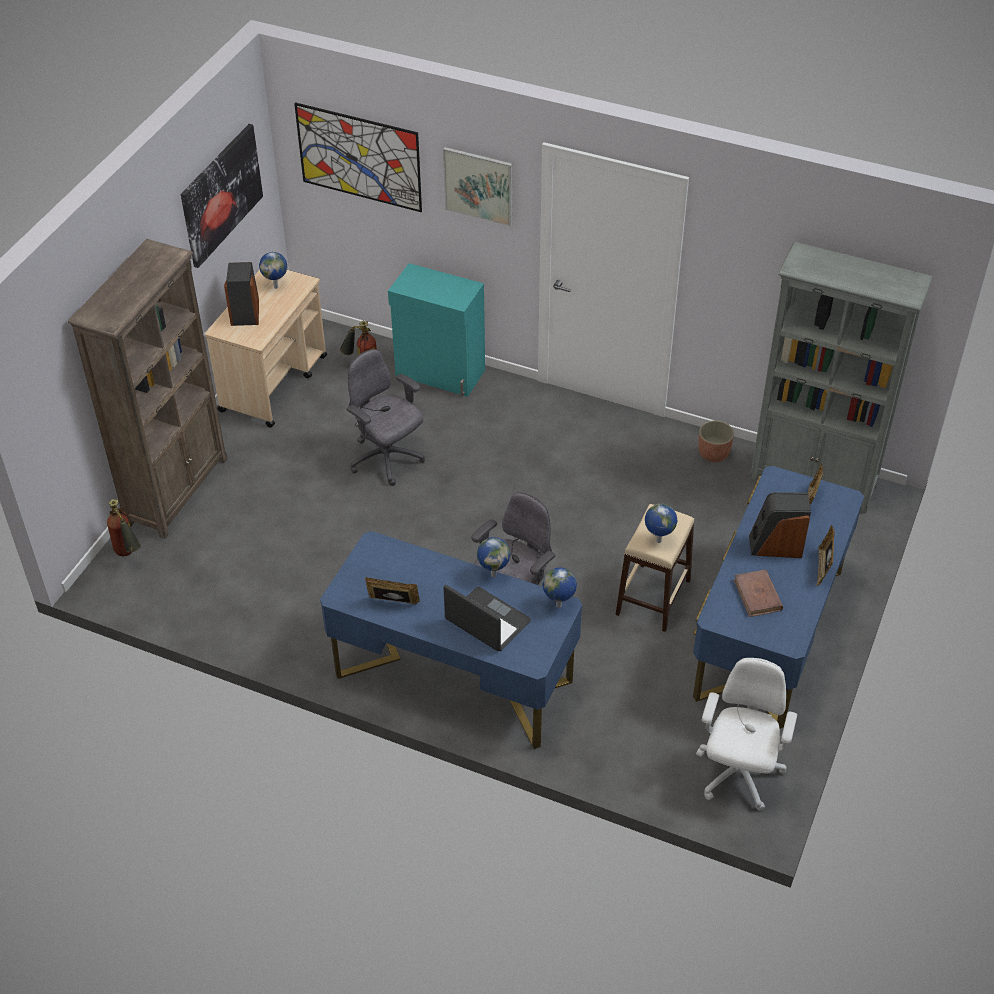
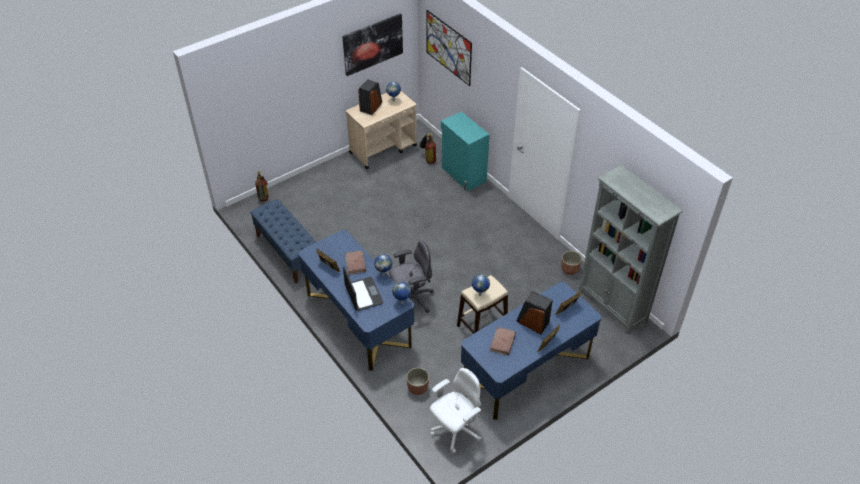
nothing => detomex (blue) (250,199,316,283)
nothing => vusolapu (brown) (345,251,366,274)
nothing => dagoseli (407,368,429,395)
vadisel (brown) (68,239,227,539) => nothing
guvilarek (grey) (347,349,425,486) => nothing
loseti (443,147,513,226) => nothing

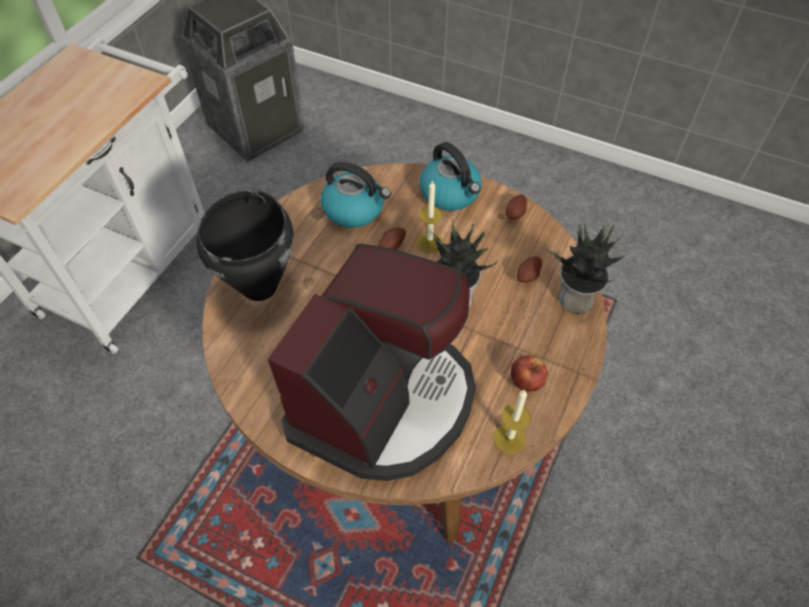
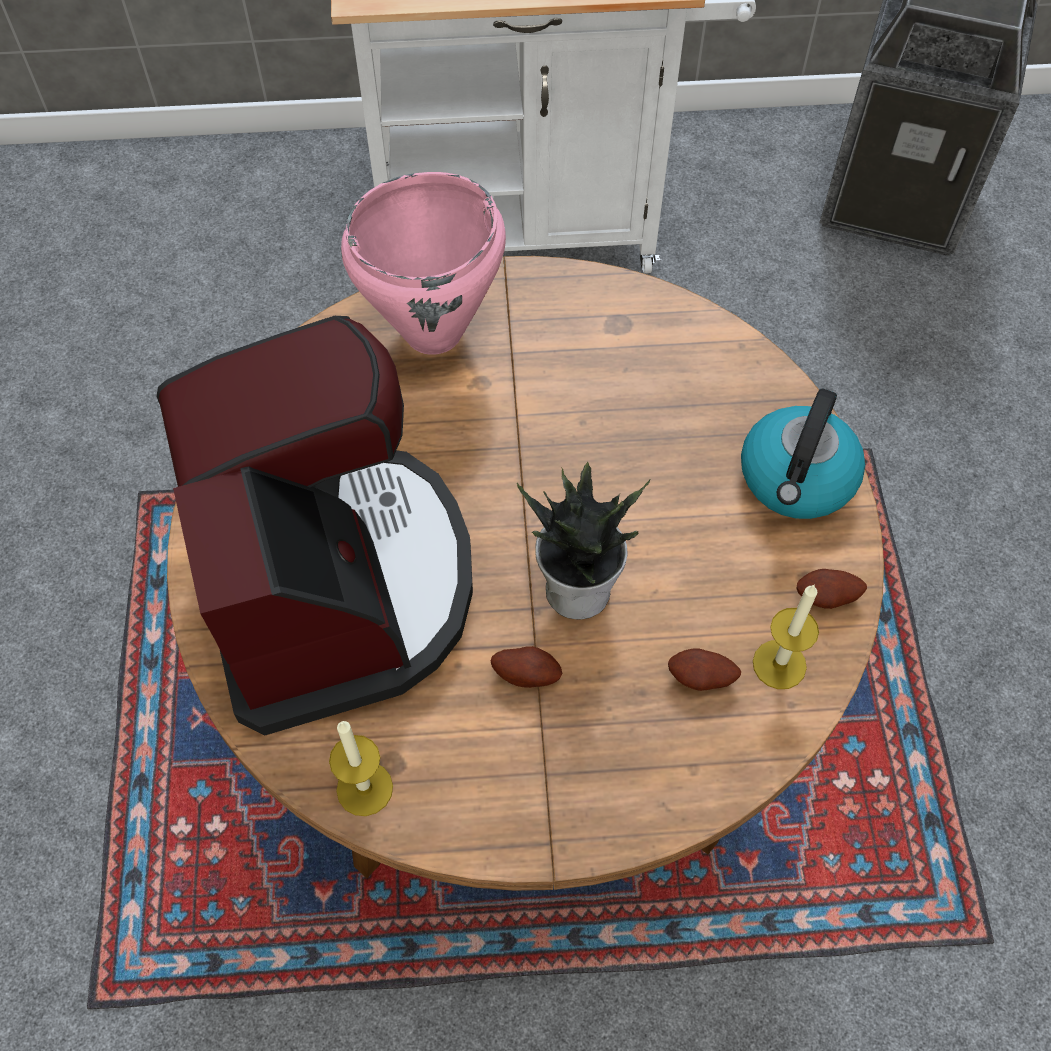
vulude (268,244,476,481) => vulude (157,316,473,736), 105 degrees counterclockwise
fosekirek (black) (197,189,294,301) => fosekirek (pink) (341,172,506,355)
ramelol (378,228,406,250) => ramelol (491,646,562,688), moved
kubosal (416,180,443,253) => kubosal (753,584,819,689), moved
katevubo (321,162,391,228) => nothing
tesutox (511,355,548,392) => nothing
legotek (545,223,625,315) => nothing

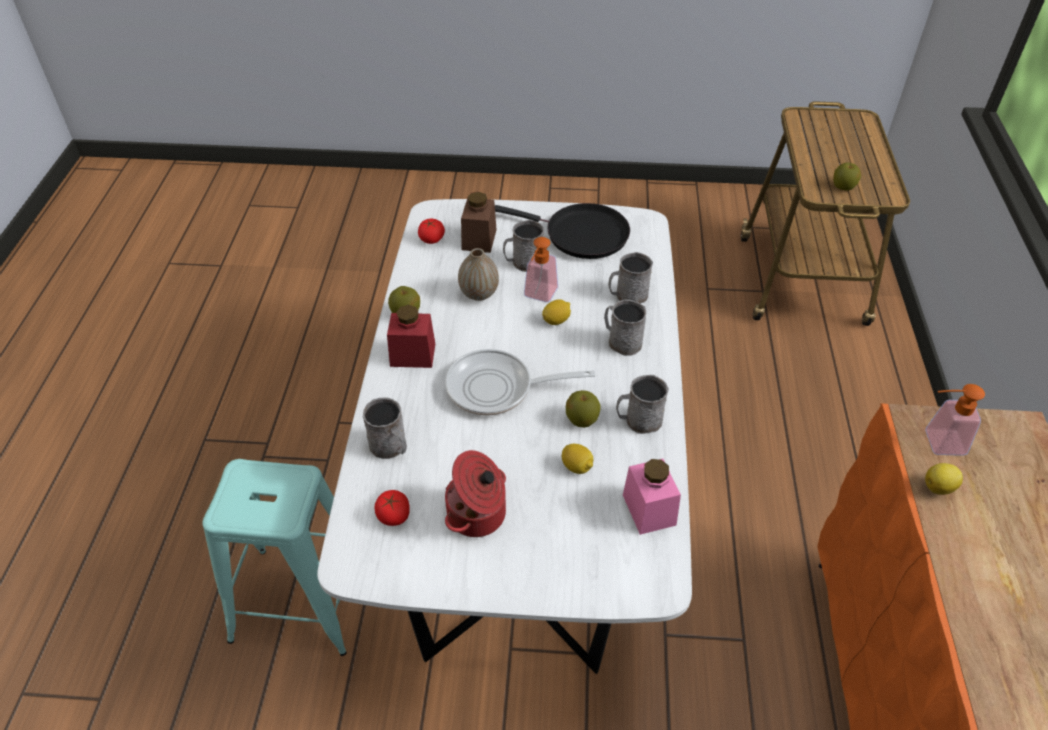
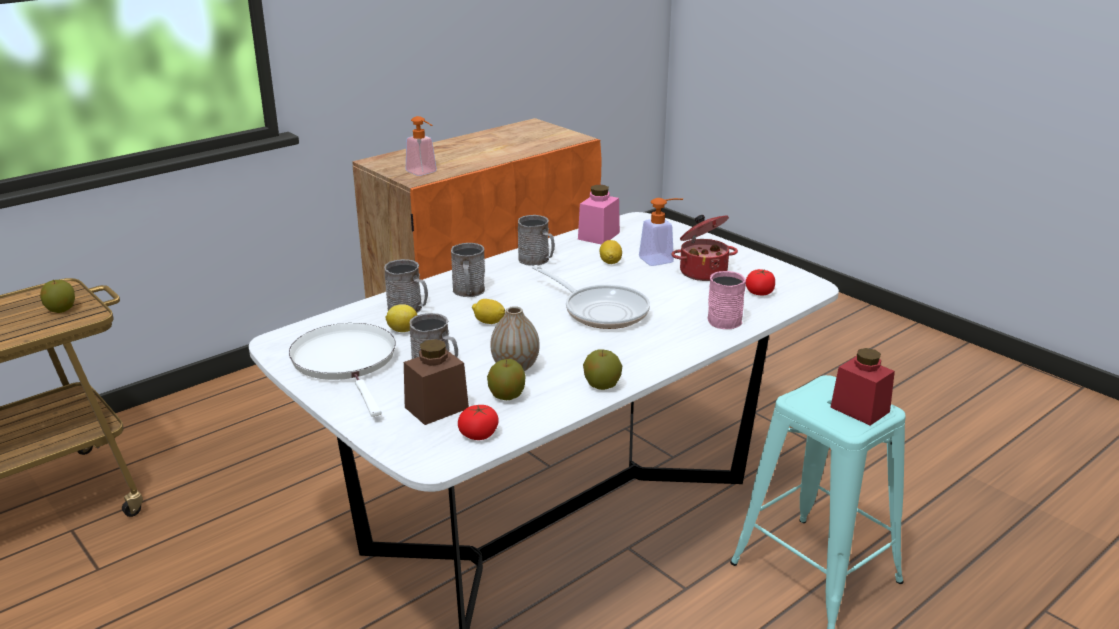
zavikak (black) (495,203,630,259) => zavikak (white) (289,323,396,417)
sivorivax (925,463,963,495) => sivorivax (386,304,417,332), moved
tesutox (566,390,601,428) => tesutox (487,359,526,400), moved
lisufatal (524,237,558,302) => lisufatal (639,198,683,266), moved
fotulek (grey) (363,398,407,459) => fotulek (pink) (708,271,746,329)
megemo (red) (387,305,435,368) => megemo (red) (830,348,895,426), moved

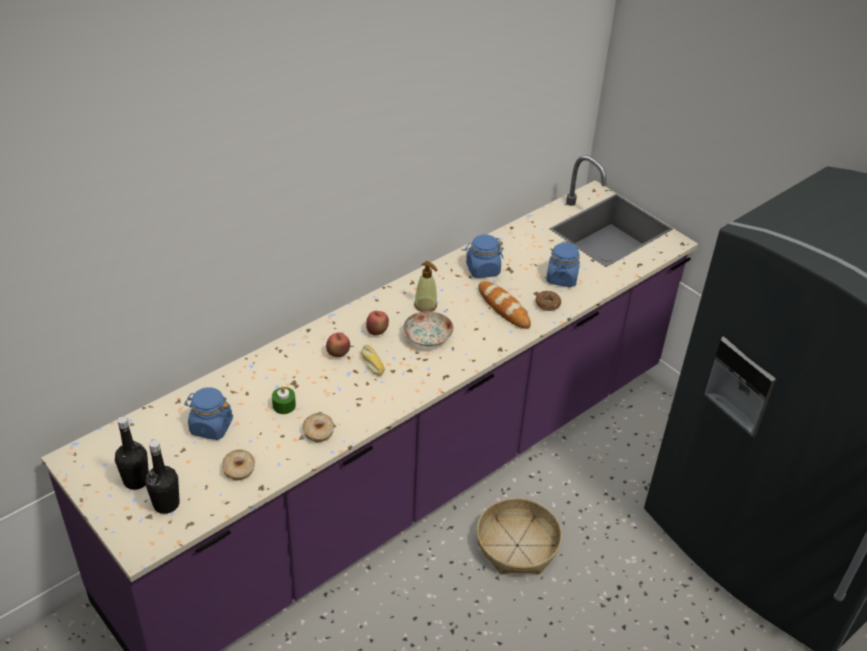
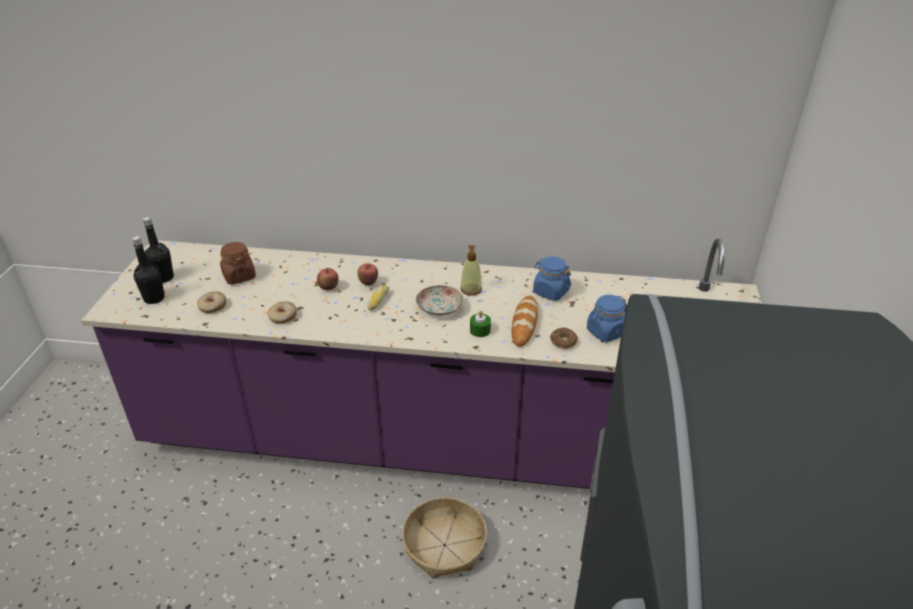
megemo (blue) (184,387,233,440) => megemo (brown) (220,242,256,285)
tesutox (366,311,389,335) => tesutox (317,268,339,290), moved
kubosal (green) (272,386,296,414) => kubosal (green) (470,311,491,337), moved

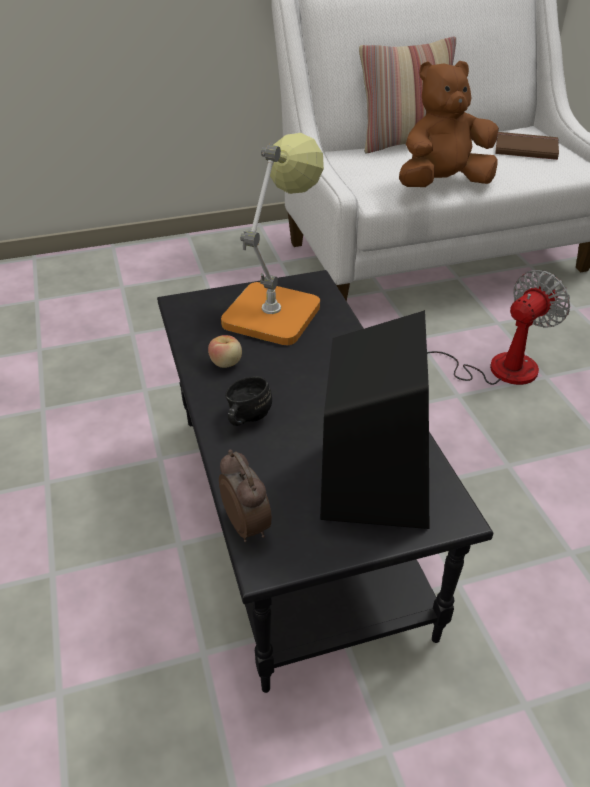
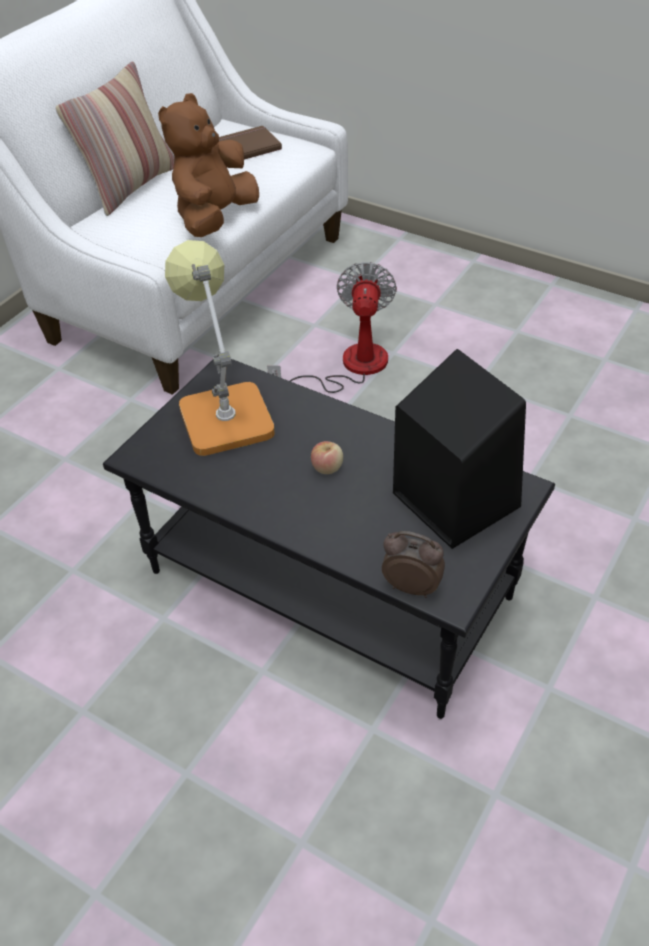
tesutox (208,335,242,368) => tesutox (311,441,343,474), moved
fotulek (black) (225,376,272,426) => nothing

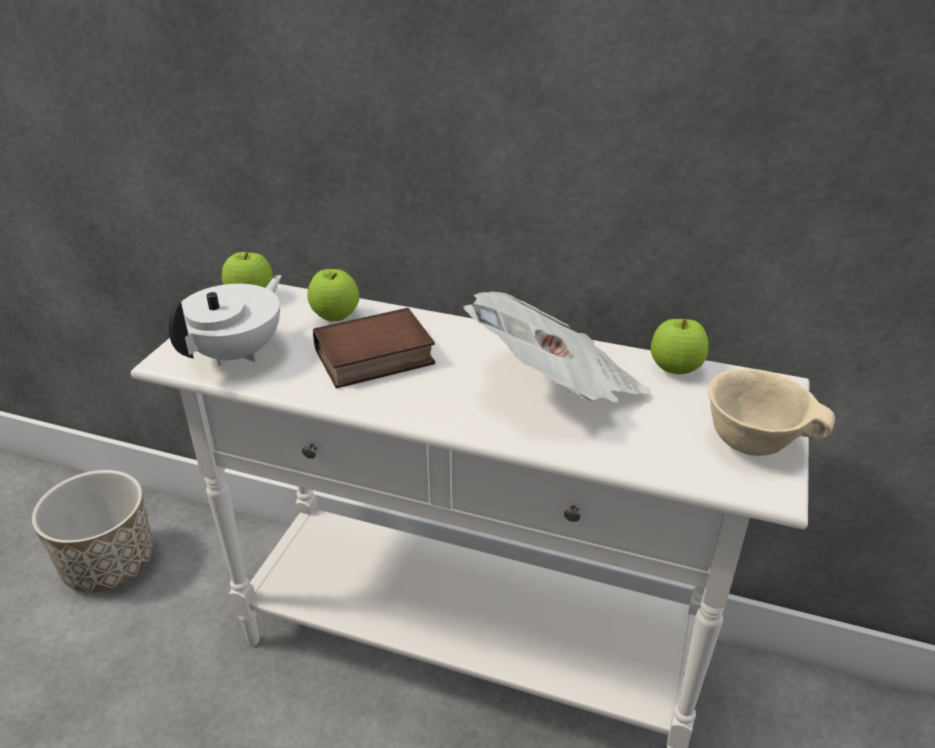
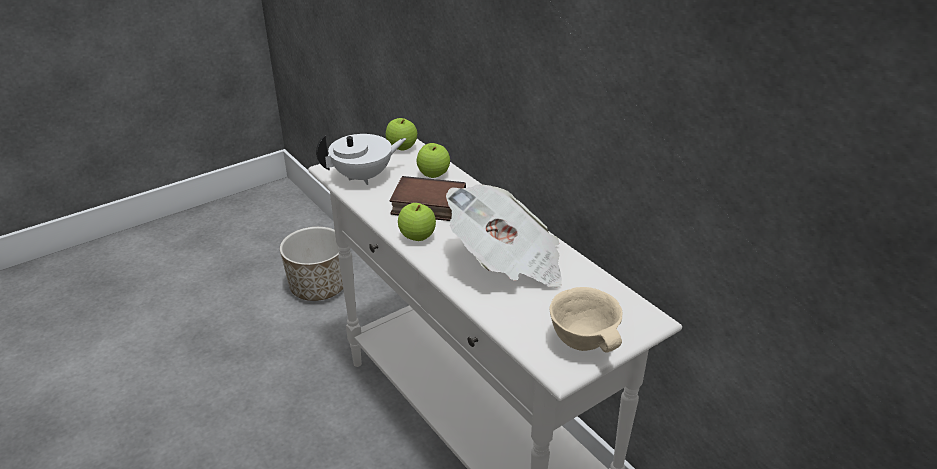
tesutox (651,319,709,374) => tesutox (398,203,436,241), moved

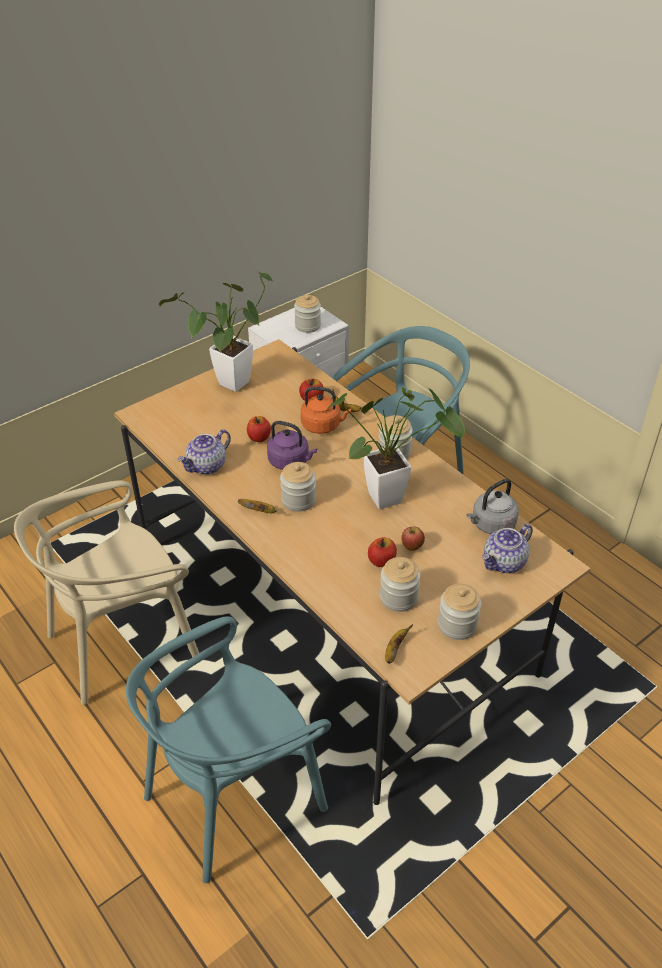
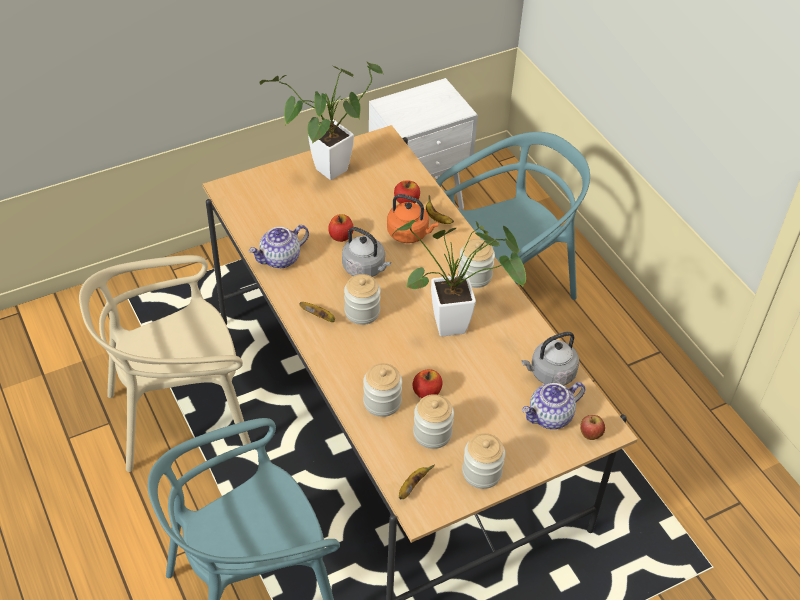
katevubo (purple) (267,421,317,470) => katevubo (grey) (342,227,391,277)
megemo (294,295,321,333) => megemo (363,363,402,417), moved
tesutox (401,527,425,551) => tesutox (580,415,605,440), moved

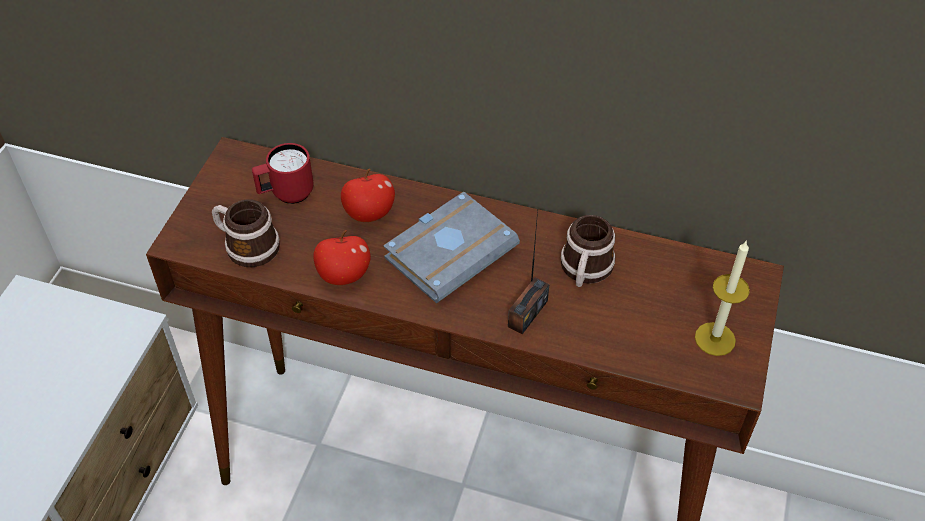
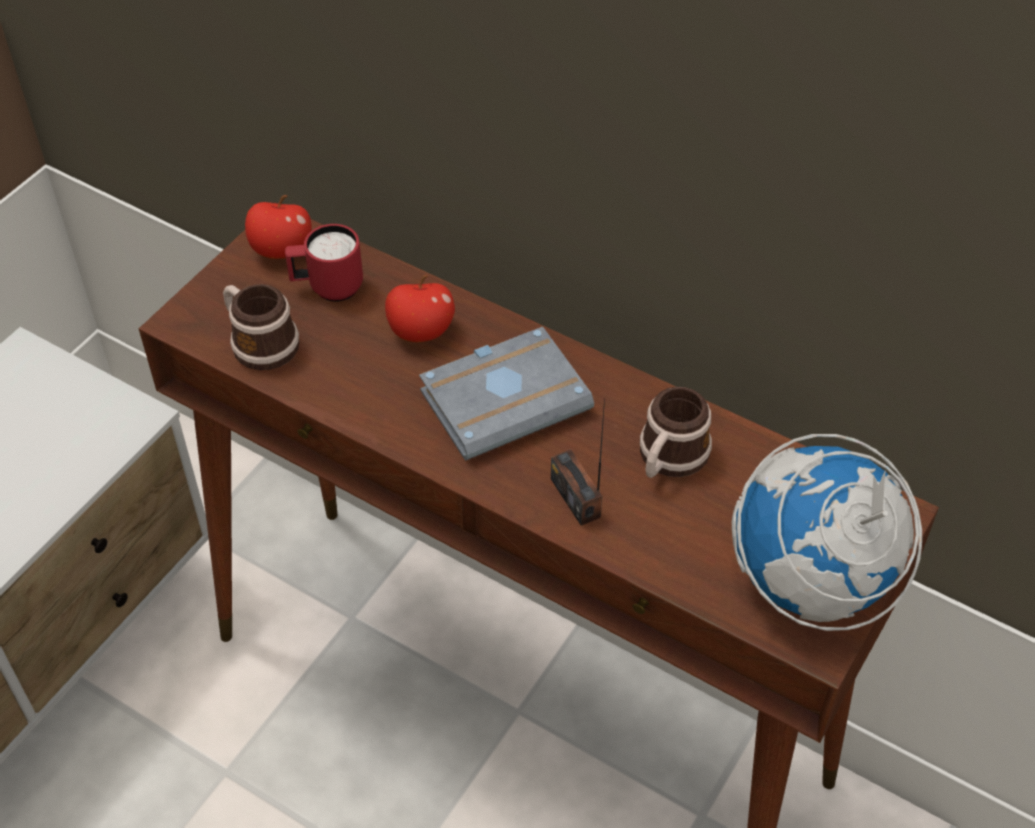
tesutox (313,230,371,285) => tesutox (245,195,312,259), moved
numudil (508,210,550,334) => numudil (551,399,605,526), 105 degrees clockwise
kubosal (695,240,750,356) => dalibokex (732,434,922,631)

